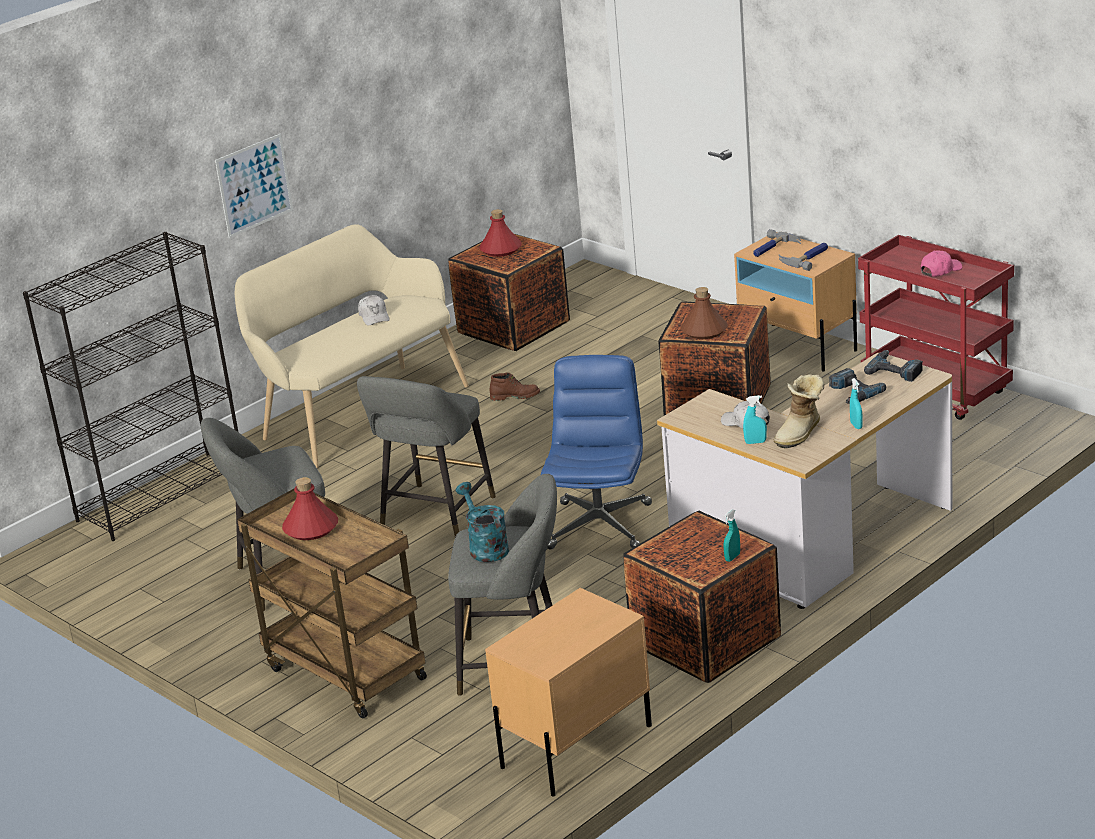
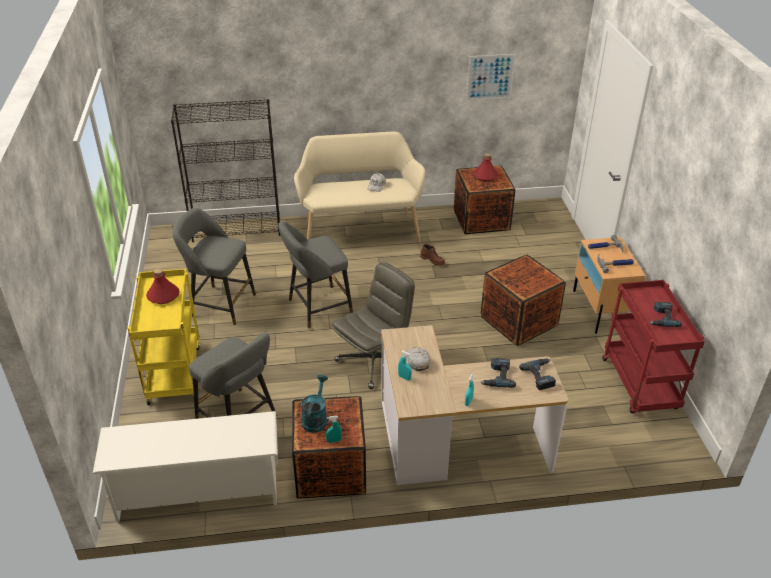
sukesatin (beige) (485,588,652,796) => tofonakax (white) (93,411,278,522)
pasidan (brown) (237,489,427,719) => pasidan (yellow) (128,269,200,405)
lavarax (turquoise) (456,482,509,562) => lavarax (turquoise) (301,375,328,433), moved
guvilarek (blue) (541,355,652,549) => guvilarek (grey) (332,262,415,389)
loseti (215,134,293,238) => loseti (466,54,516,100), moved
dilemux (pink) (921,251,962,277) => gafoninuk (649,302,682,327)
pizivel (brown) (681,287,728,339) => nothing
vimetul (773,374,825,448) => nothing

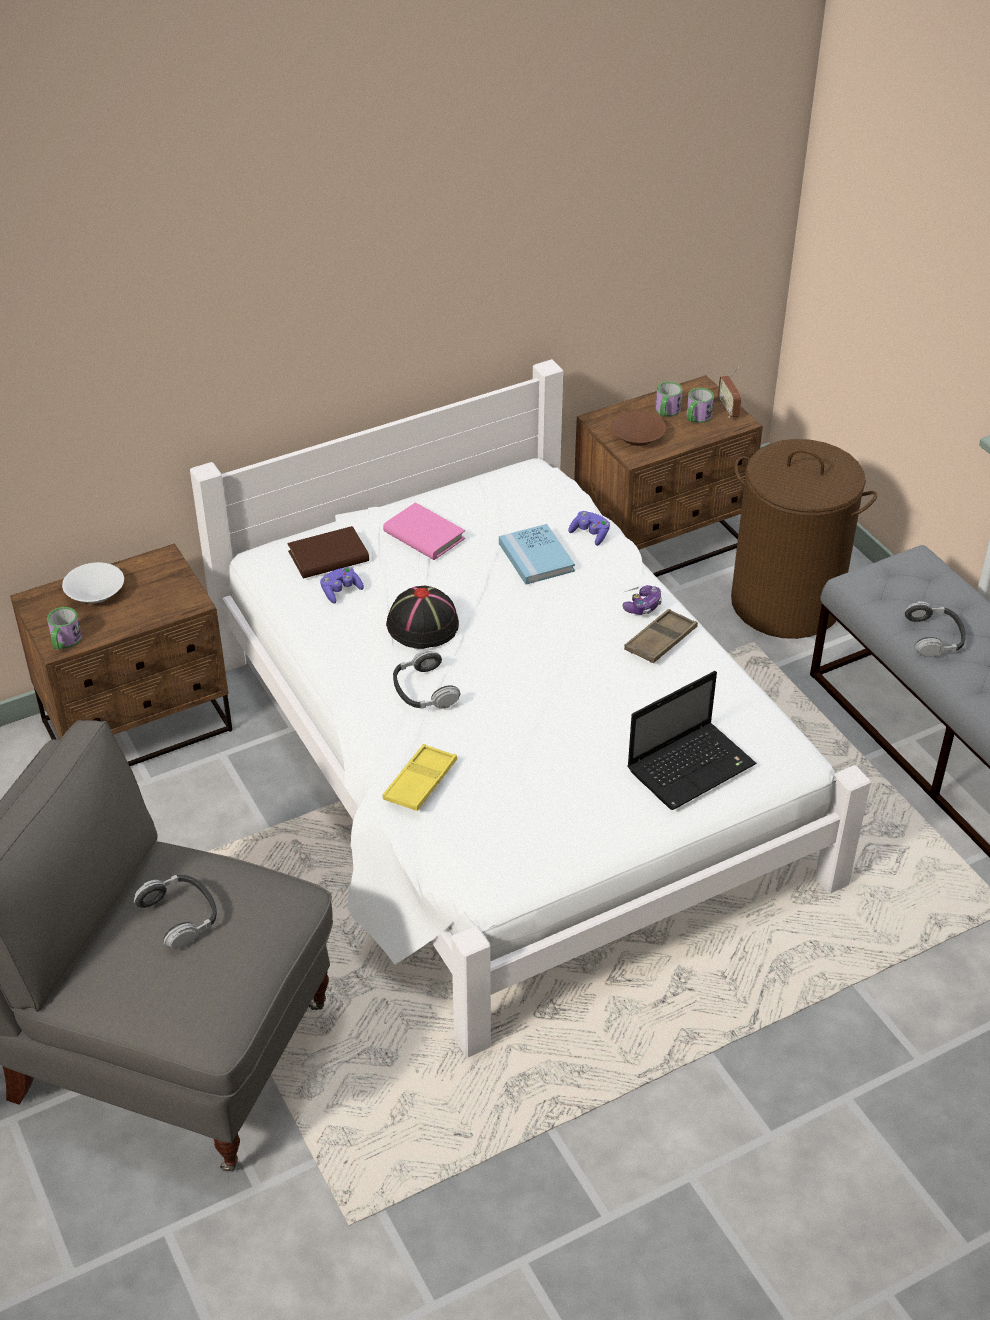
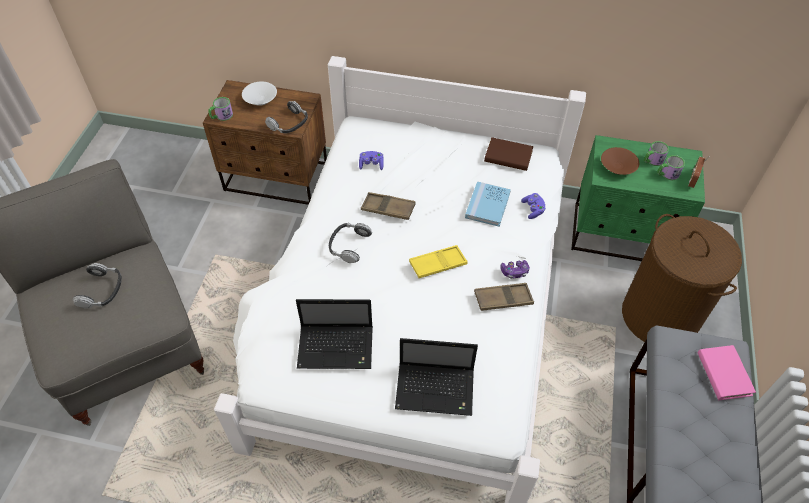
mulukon (904,601,966,658) => mulukon (265,101,308,133), moved
nothing => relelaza (296,299,373,369)
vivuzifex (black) (386,585,459,649) => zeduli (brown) (361,192,416,220)
zeduli (yellow) (383,744,457,811) => zeduli (yellow) (409,245,468,278), moved
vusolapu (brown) (288,526,369,578) => vusolapu (brown) (484,137,534,171), moved
sukesatin (brown) (574,375,763,577) => sukesatin (green) (571,135,705,261)
vusolapu (pink) (383,502,465,560) => vusolapu (pink) (698,345,756,400), moved

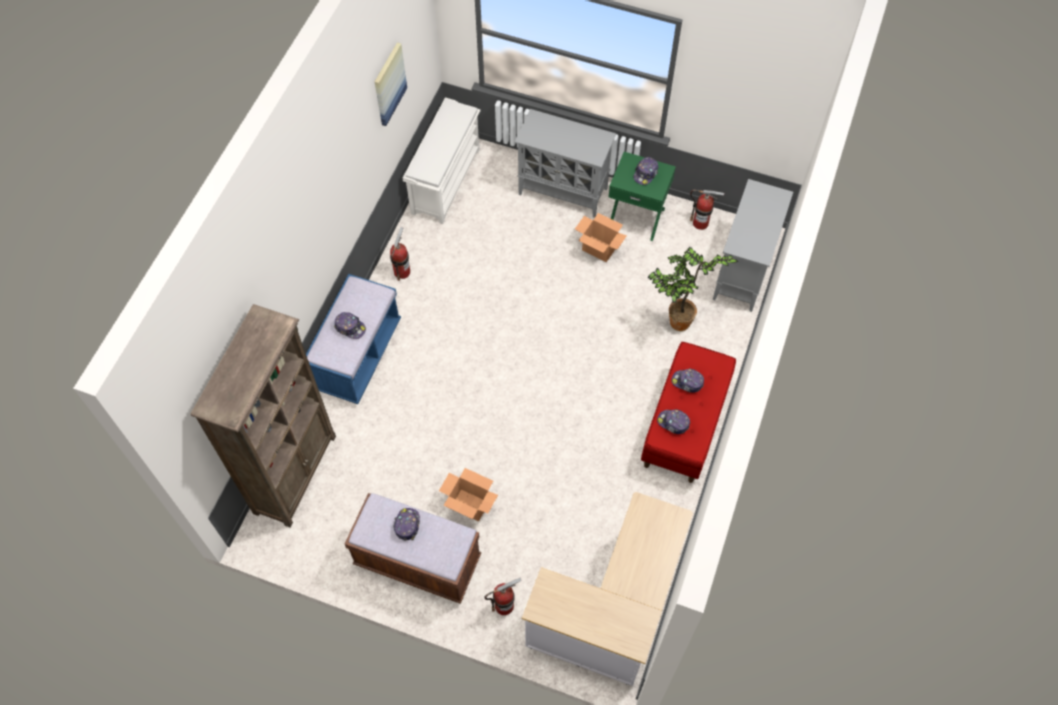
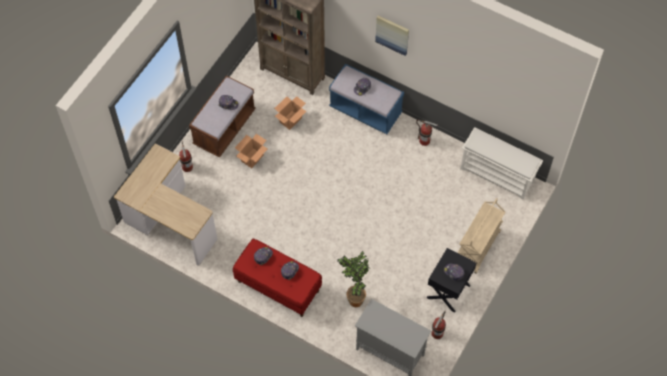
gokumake (575,213,627,262) => gokumake (274,96,307,130), moved
loseti (375,43,407,126) => loseti (375,15,409,56), moved
sukesatin (green) (608,152,676,241) => sukesatin (black) (426,248,476,313)
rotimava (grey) (515,109,616,218) => pasidan (beige) (458,198,505,274)

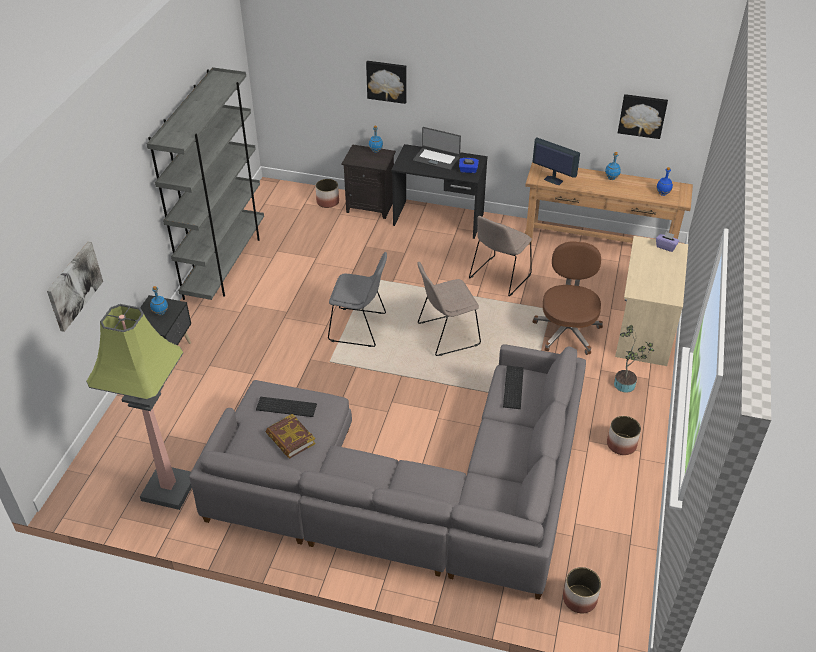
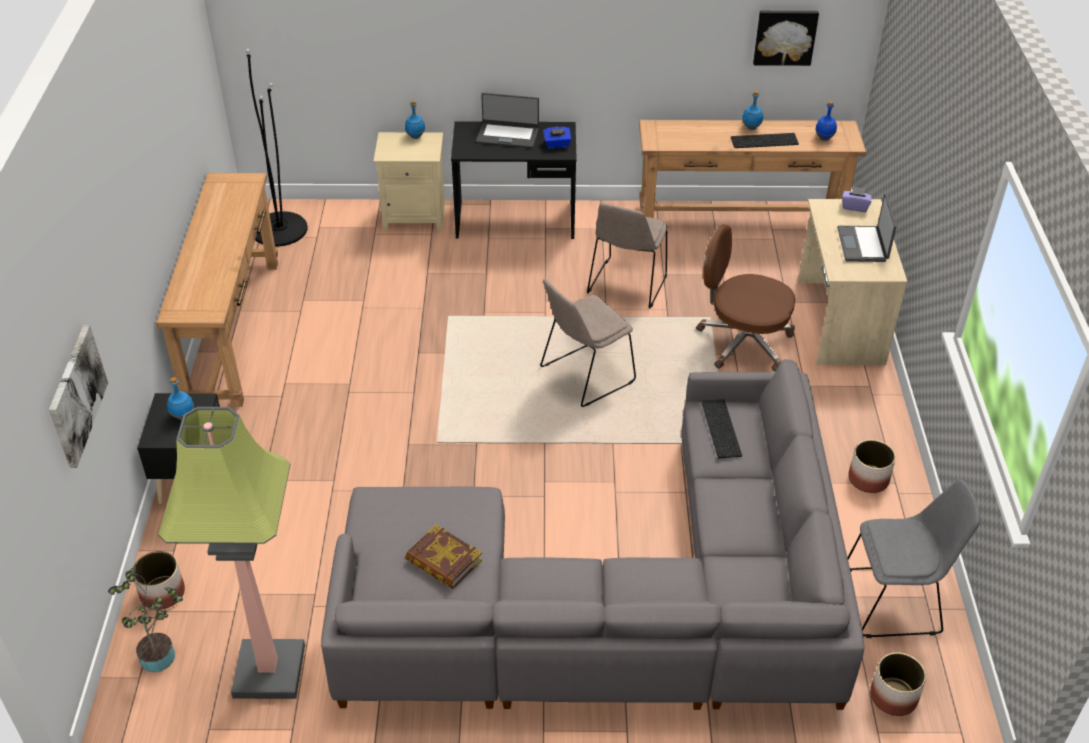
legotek (614,325,654,393) => legotek (108,567,183,672), moved
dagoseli (315,179,339,208) => dagoseli (133,551,185,610), moved
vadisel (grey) (147,67,264,300) => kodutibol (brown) (156,173,278,407)
nothing => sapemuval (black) (246,49,308,247)
sukesatin (black) (342,144,396,219) => sukesatin (beige) (373,132,445,231)
guvilarek (brown) (533,241,603,355) => guvilarek (brown) (696,224,795,372), 60 degrees counterclockwise
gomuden (256,397,317,417) => gomuden (731,133,799,148), moved
nothing => relelaza (837,194,897,262)
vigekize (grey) (328,252,387,347) => vigekize (grey) (847,479,980,638), moved
loseti (366,61,407,104) => nothing
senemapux (532,137,580,185) => nothing

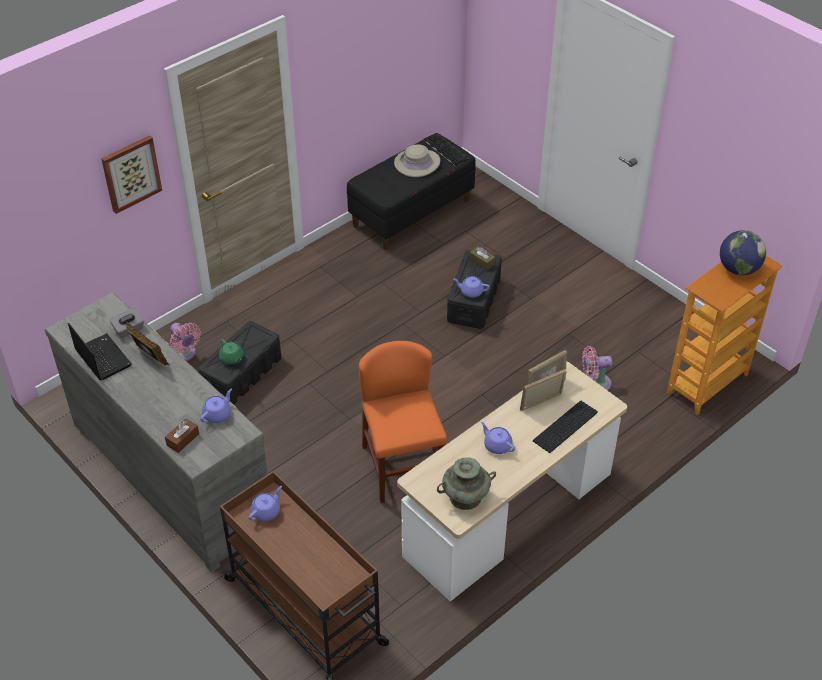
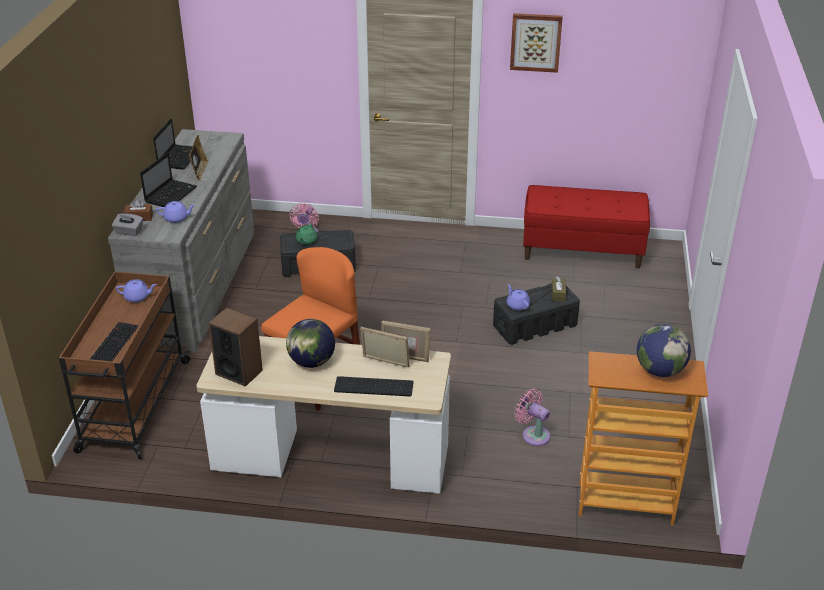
gomuden (423,133,468,166) => gomuden (90,322,138,361), moved
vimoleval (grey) (110,308,144,338) => vimoleval (grey) (112,213,143,236), moved
nothing => relelaza (140,153,197,207)
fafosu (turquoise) (437,457,496,510) => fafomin (208,308,263,387)
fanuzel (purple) (481,422,515,454) => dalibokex (286,319,335,368)
loseti (101,135,162,214) => loseti (510,13,563,73), moved
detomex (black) (347,133,476,250) => detomex (red) (523,185,650,269)
vivuzifex (beige) (394,144,440,177) => nothing

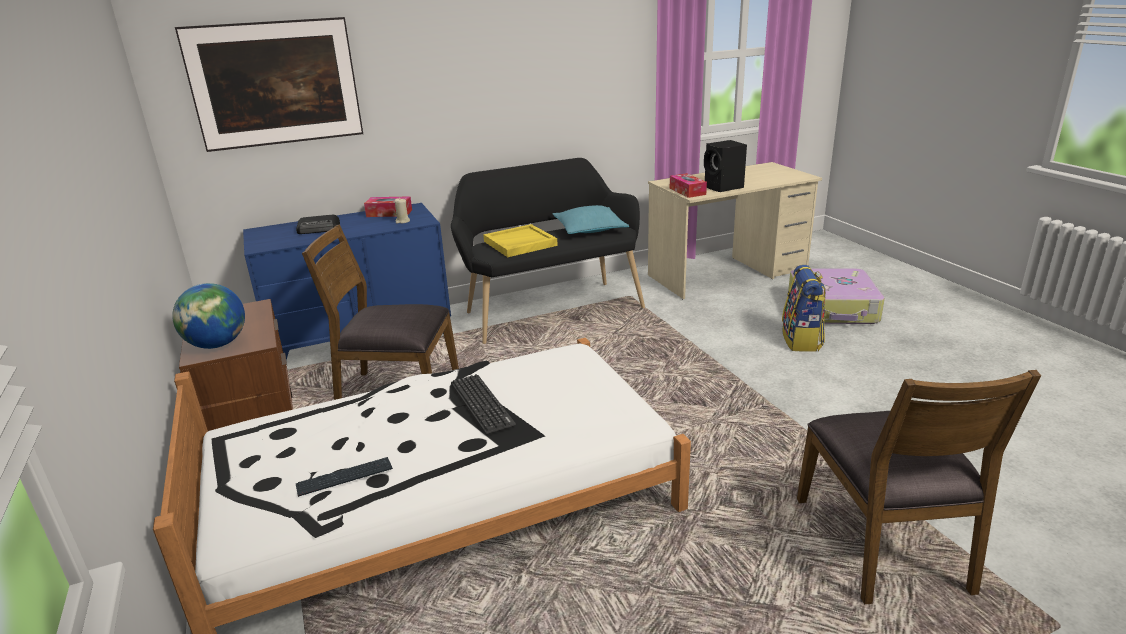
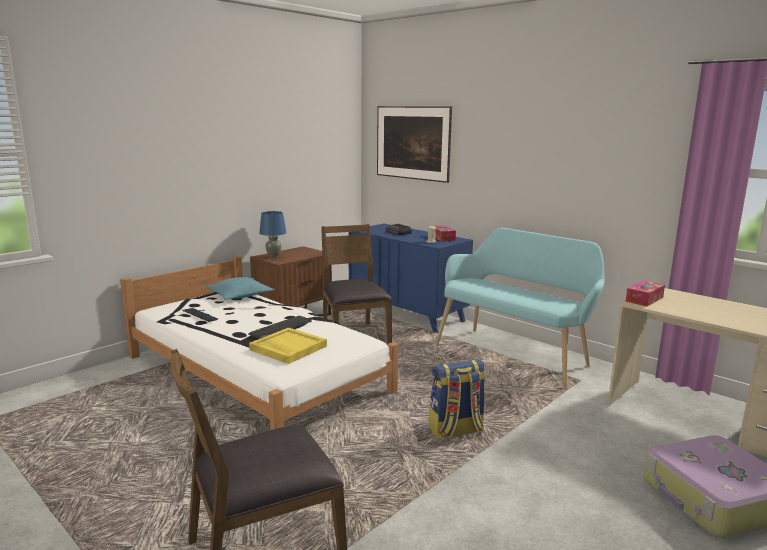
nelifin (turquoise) (553,205,629,234) => nelifin (turquoise) (205,277,274,300), moved
zeduli (yellow) (483,224,558,257) => zeduli (yellow) (249,327,327,364), moved
dalibokex (172,283,245,349) => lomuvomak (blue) (259,211,287,258)
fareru (782,265,826,352) => fareru (429,360,486,440), moved
detomex (black) (451,158,645,344) => detomex (turquoise) (435,228,604,390)
fafomin (black) (704,140,747,192) => nothing

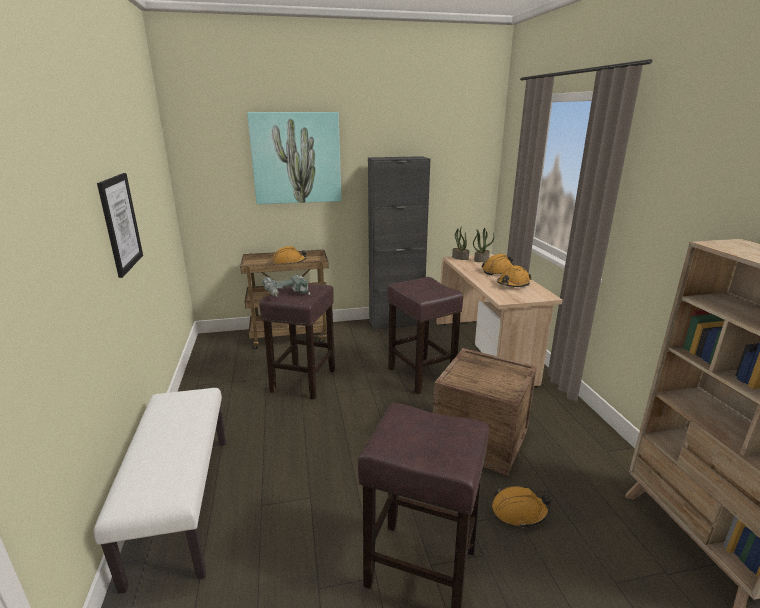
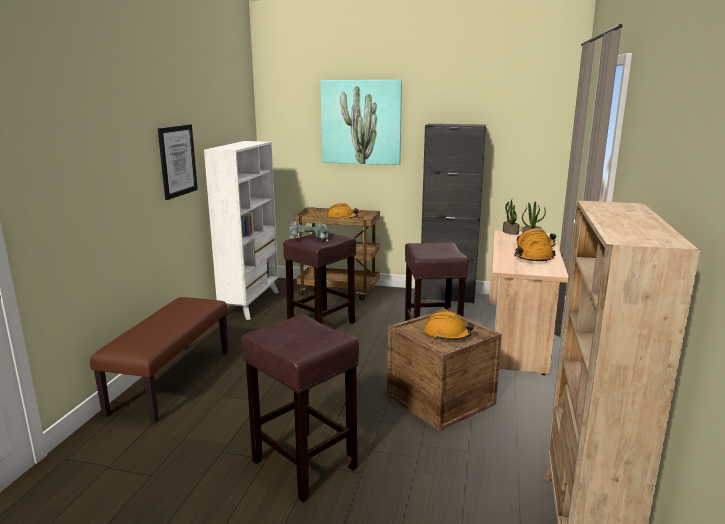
detomex (white) (94,388,226,594) => detomex (brown) (90,297,229,424)
nothing => vadisel (white) (204,141,279,320)
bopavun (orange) (492,486,552,528) => bopavun (orange) (423,312,474,341), moved

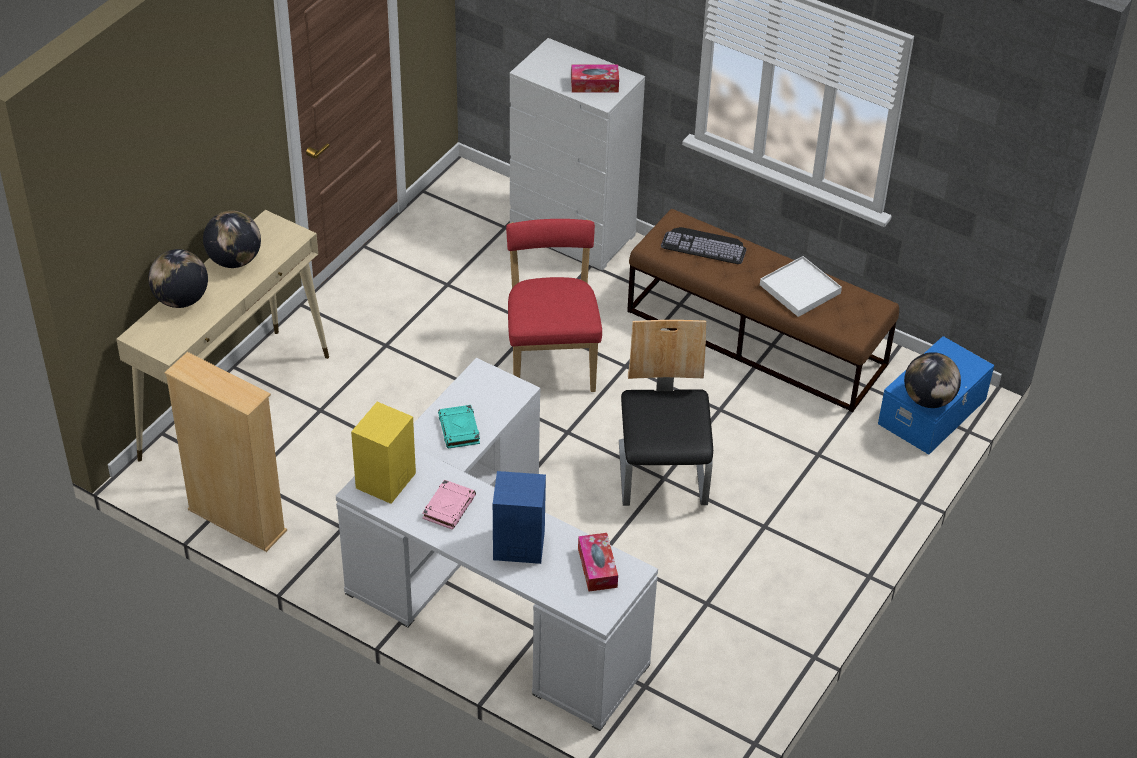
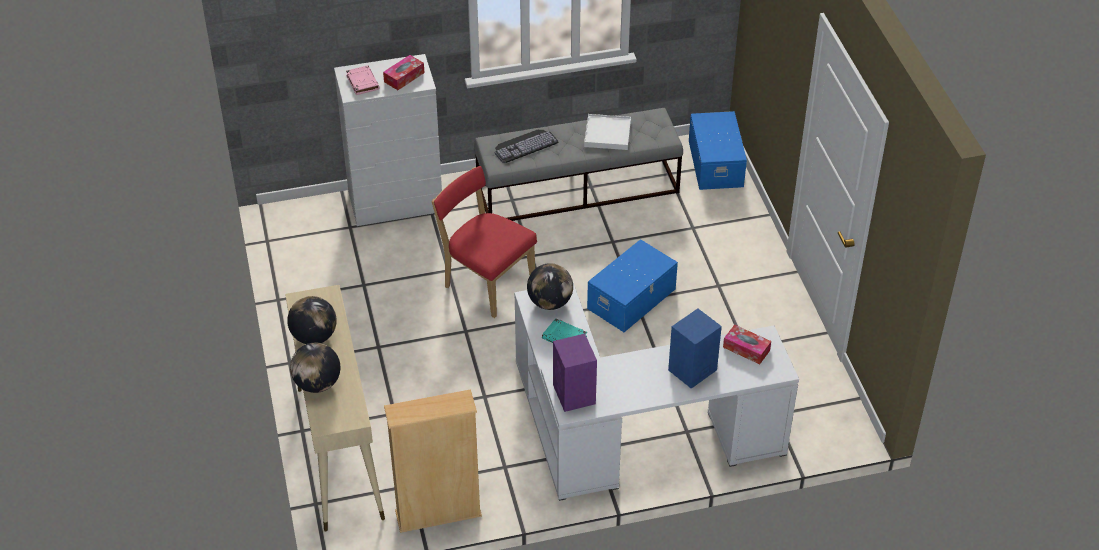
vusolapu (pink) (422,480,476,530) => vusolapu (pink) (346,65,379,95), moved
detomex (brown) (627,209,899,412) => detomex (grey) (474,108,683,221)
dalibokex (904,352,961,408) => dalibokex (527,263,573,310), moved
fafomin (yellow) (351,402,416,504) => fafomin (purple) (553,334,597,412)
vigekize (619,320,713,506) => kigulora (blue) (587,239,678,332)

